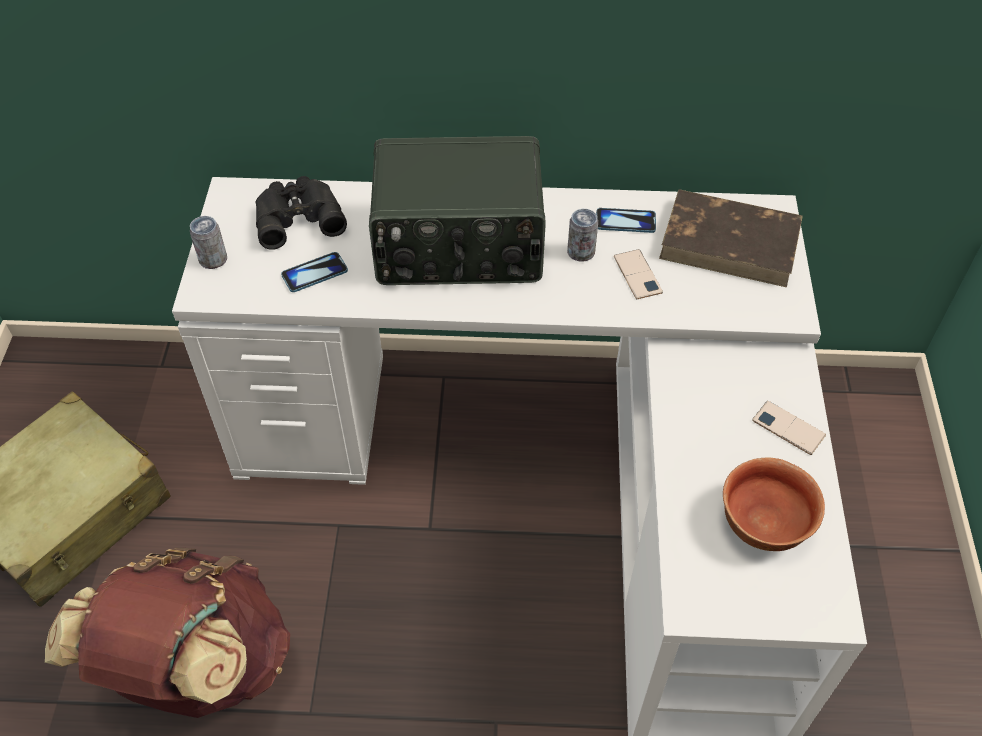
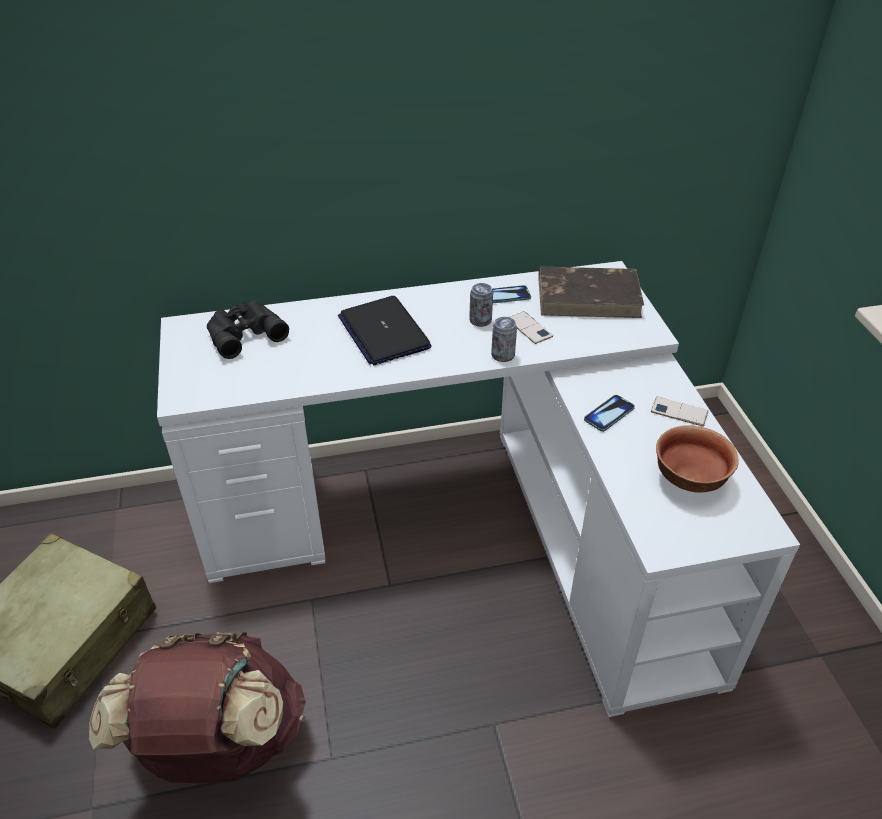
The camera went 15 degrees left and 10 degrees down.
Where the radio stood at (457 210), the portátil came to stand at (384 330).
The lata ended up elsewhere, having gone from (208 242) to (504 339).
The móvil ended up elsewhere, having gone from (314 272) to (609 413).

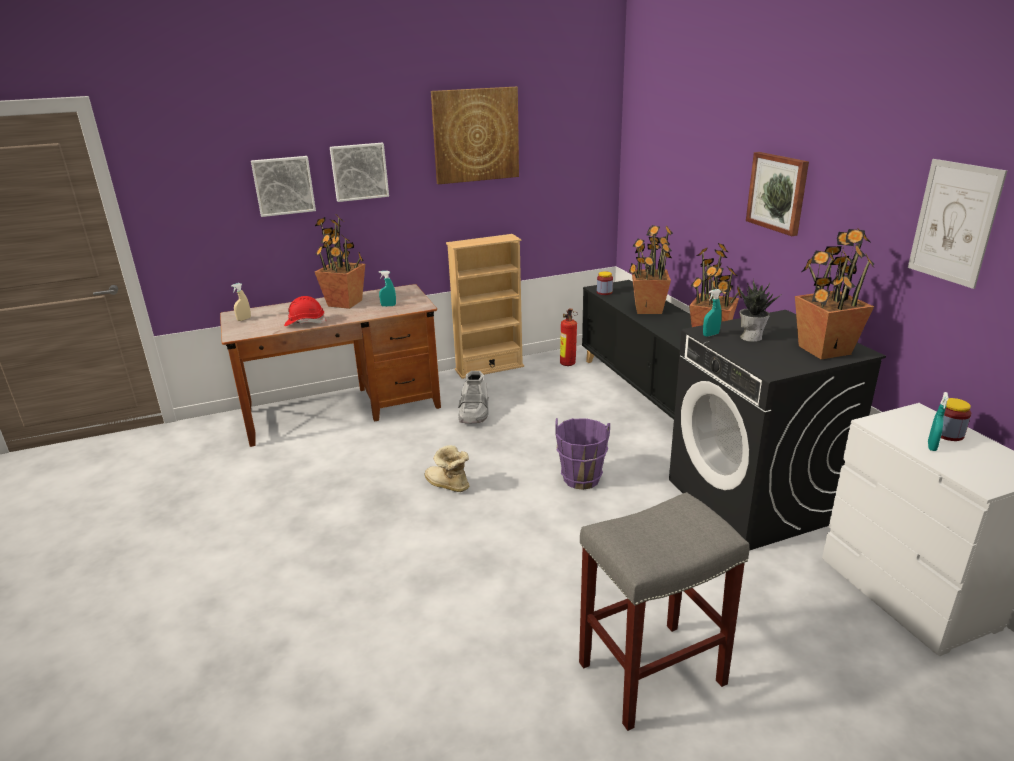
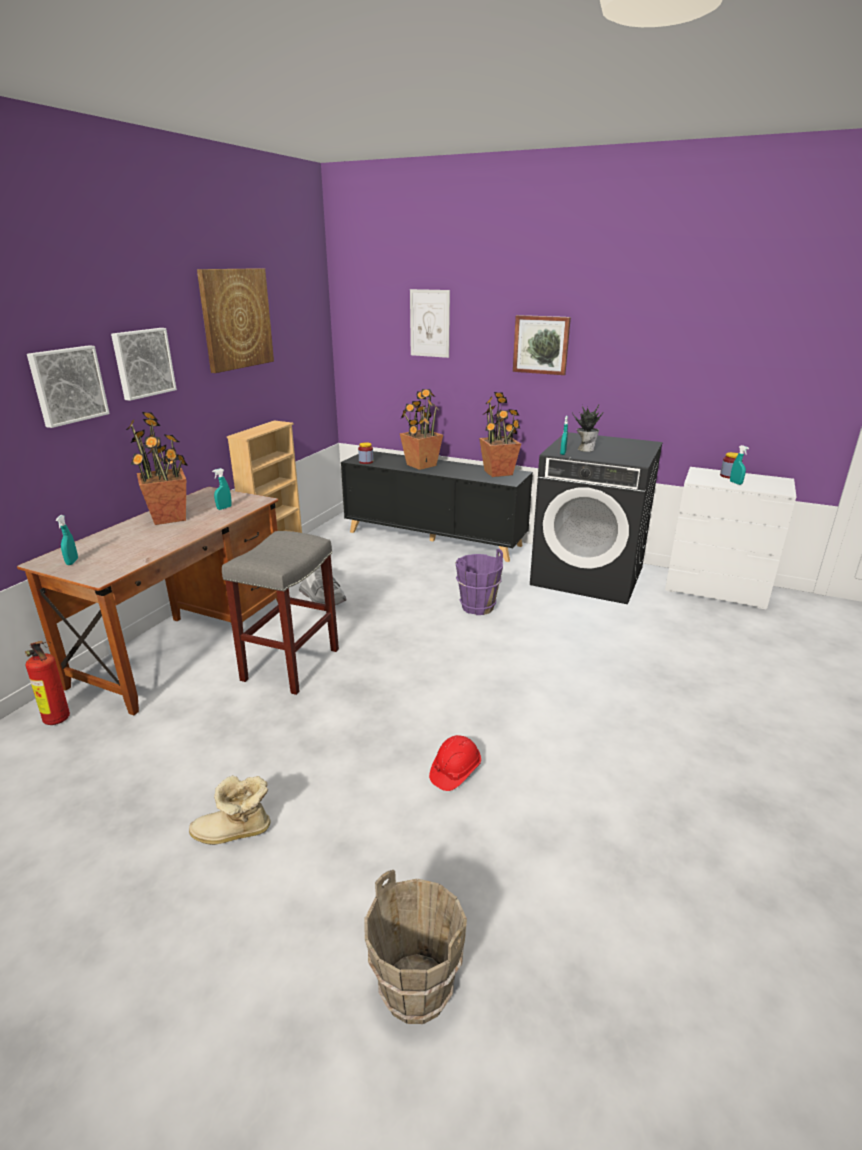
The camera went 45 degrees left and 0 degrees up.
The extintor ended up elsewhere, having gone from (569 337) to (47 683).
What was the pulverizador [beis] at (241 302) turned into the pulverizador [turquesa] at (67 540).
The bota ended up elsewhere, having gone from (447 468) to (230 810).
The taburete [gris] ended up elsewhere, having gone from (664 611) to (280 613).
The second view gained the cubo [marrón] at (415 947).
The cuadro ended up elsewhere, having gone from (957 224) to (430 323).
The casco [rojo] ended up elsewhere, having gone from (305 311) to (455 763).
The second view lost the planta en maceta at (834 294).

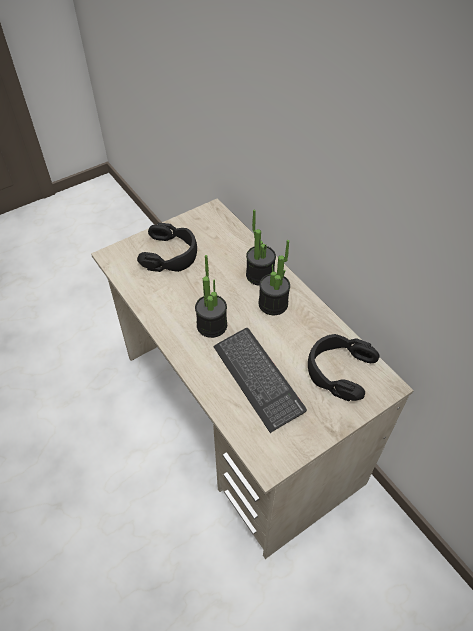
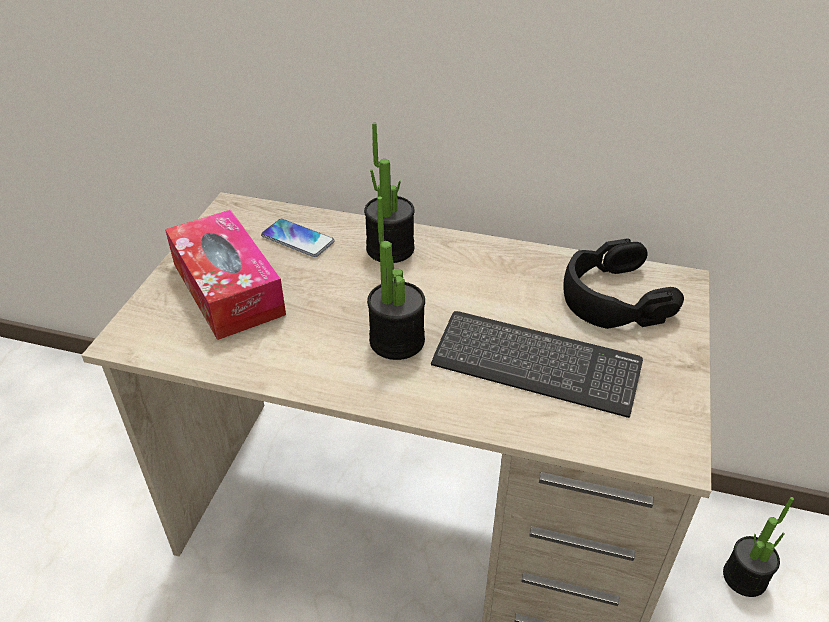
The camera went 40 degrees left and 10 degrees down.
Where the auriculares [negro] stood at (167 247), the caja de pañuelos came to stand at (225 275).
The second view gained the móvil at (298 238).
The planta en maceta ended up elsewhere, having gone from (274 277) to (758 547).

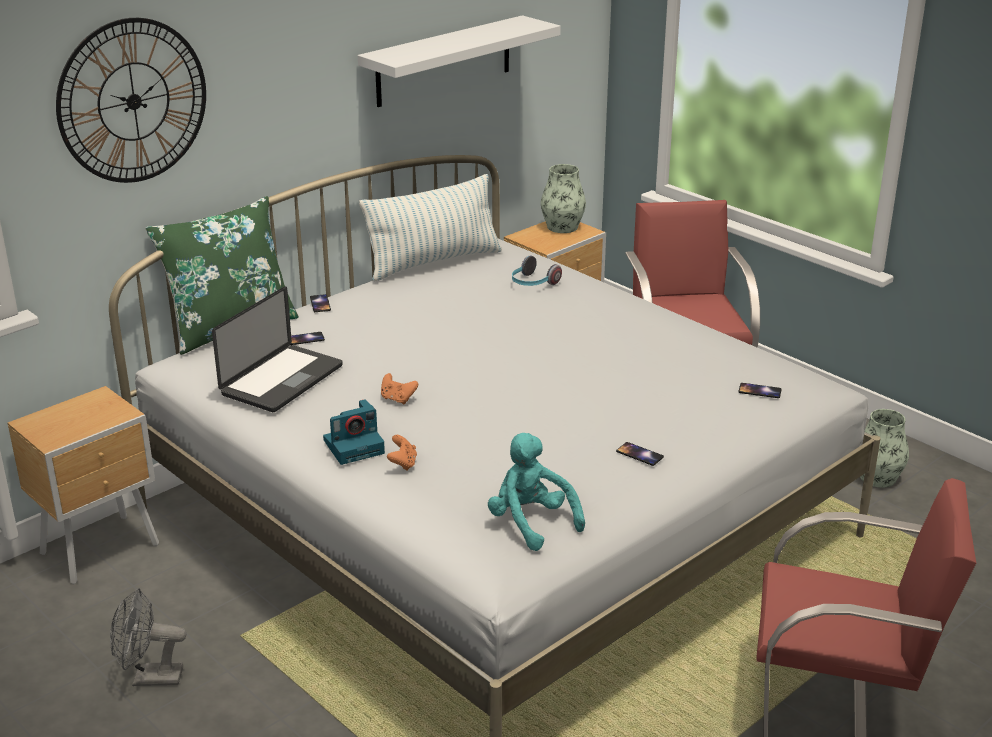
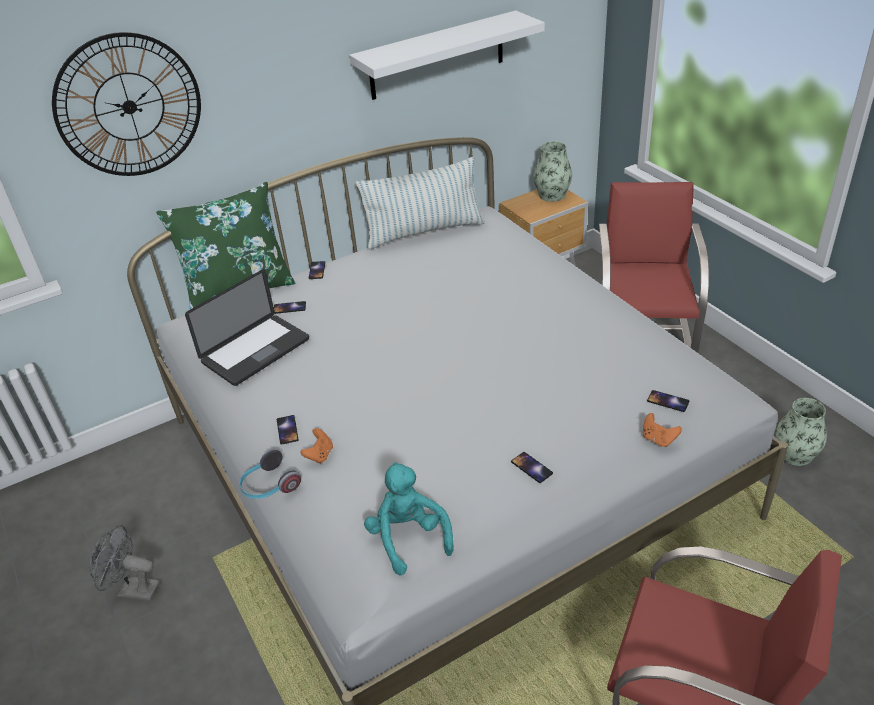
The camera went 15 degrees right and 10 degrees up.
The auriculares ended up elsewhere, having gone from (537 270) to (270 474).
Where the cámara stood at (354 432), the móvil came to stand at (287 430).
The mando de consola [naranja] ended up elsewhere, having gone from (399 388) to (662 430).
The second view lost the mesita de noche [marrón] at (83 485).

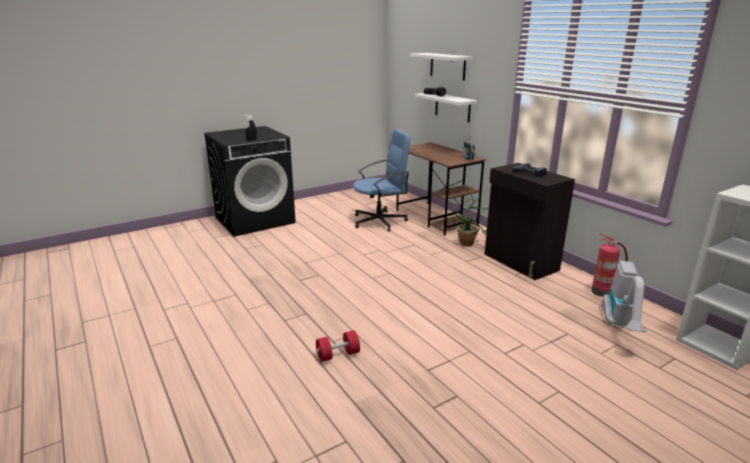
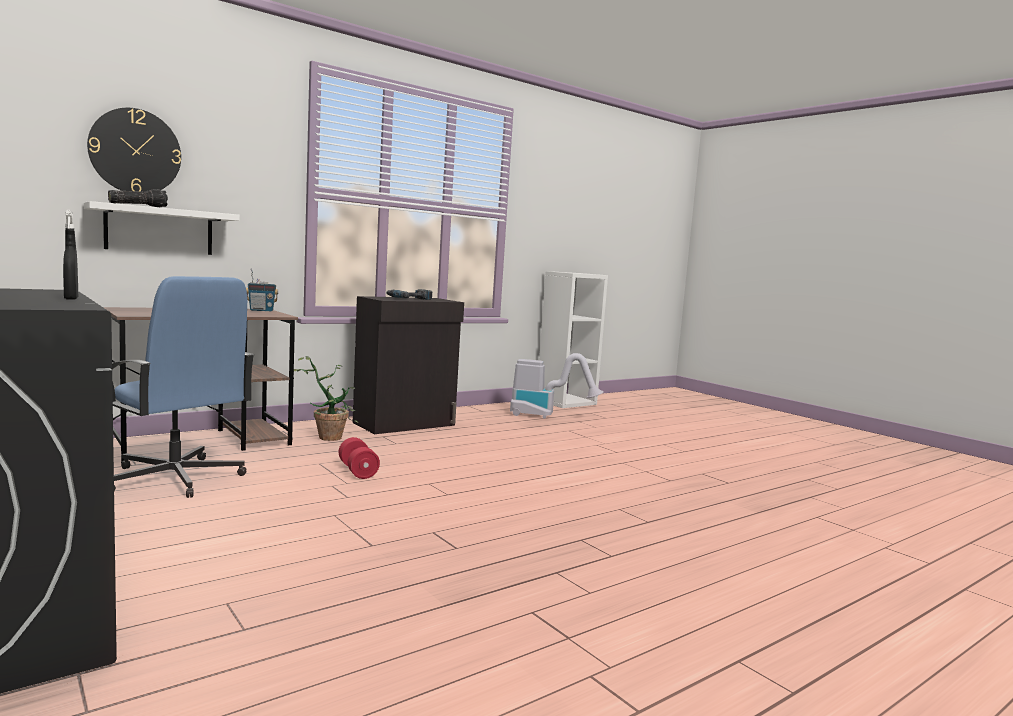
The camera went 95 degrees left and 15 degrees down.
Where the estante [blanco] hung at (440 66), the reloj de pared came to hang at (134 150).
The silla de oficina [azul] at (381 180) ended up facing another way, 150 degrees clockwise from before.
The mancuerna [rojo] ended up elsewhere, having gone from (338 346) to (359 458).
The second view lost the extintor at (609 265).

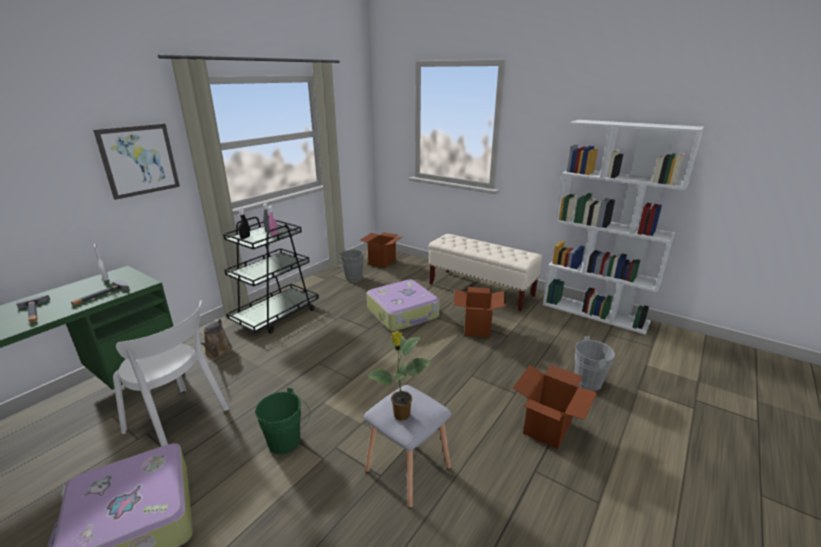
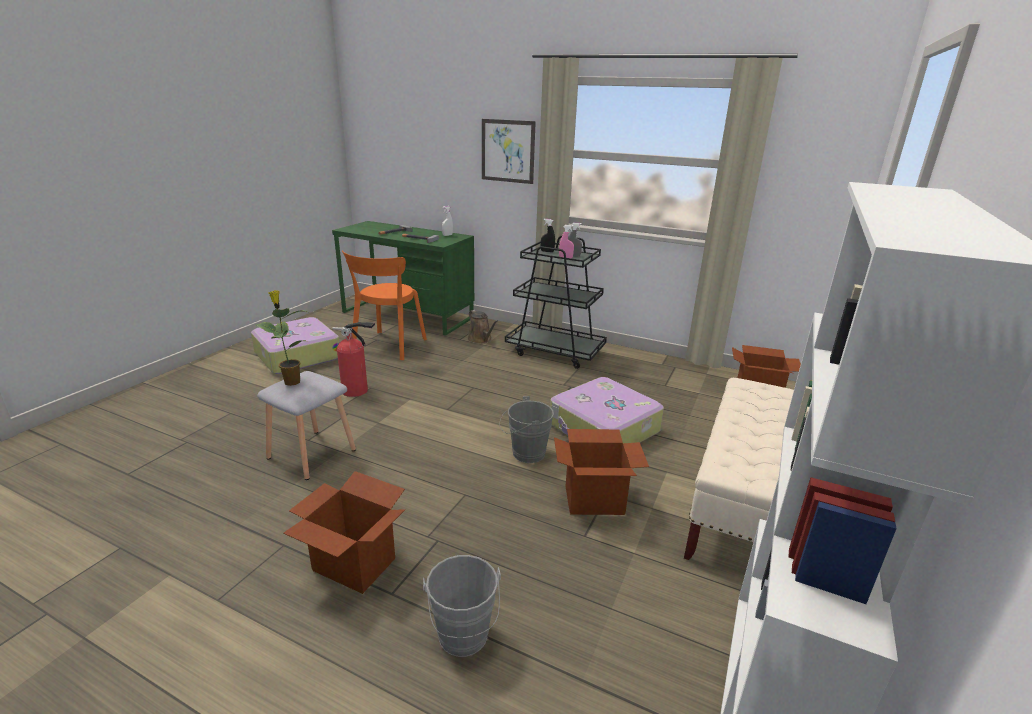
The camera went 80 degrees right and 0 degrees up.
Where the cubo [verde] stood at (282 421), the extintor came to stand at (353 359).
What was the silla [blanco] at (171 373) turned into the silla [naranja] at (384 305).
The regadera [marrón] at (216 338) ended up facing another way, 105 degrees counterclockwise from before.
The cubo [gris] ended up elsewhere, having gone from (352 265) to (526 429).

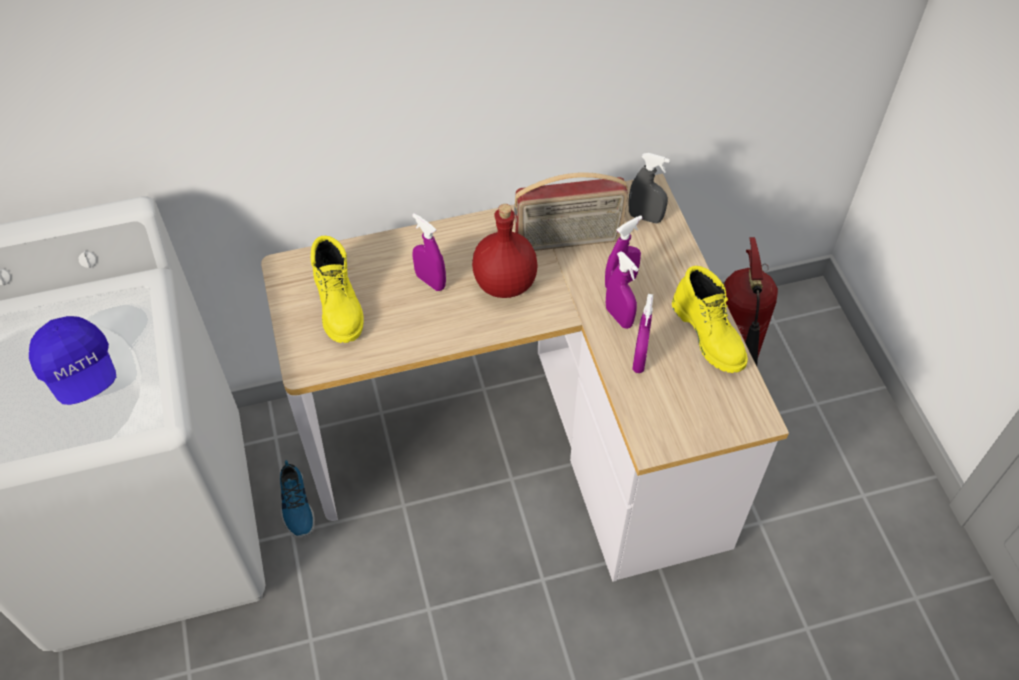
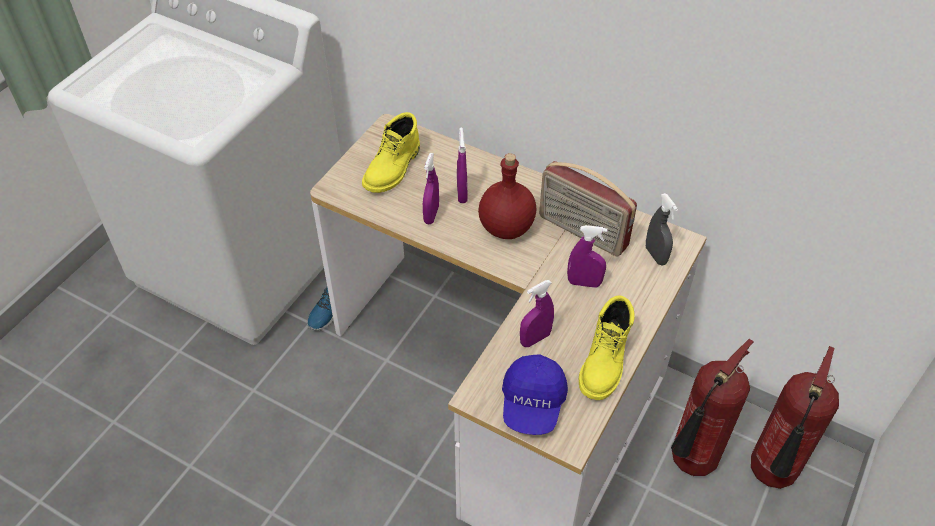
The camera went 45 degrees right and 5 degrees down.
The pulverizador [morado] ended up elsewhere, having gone from (622 290) to (431 188).
The gorra [azul] ended up elsewhere, having gone from (72 360) to (535 394).
The second view gained the extintor at (795 417).

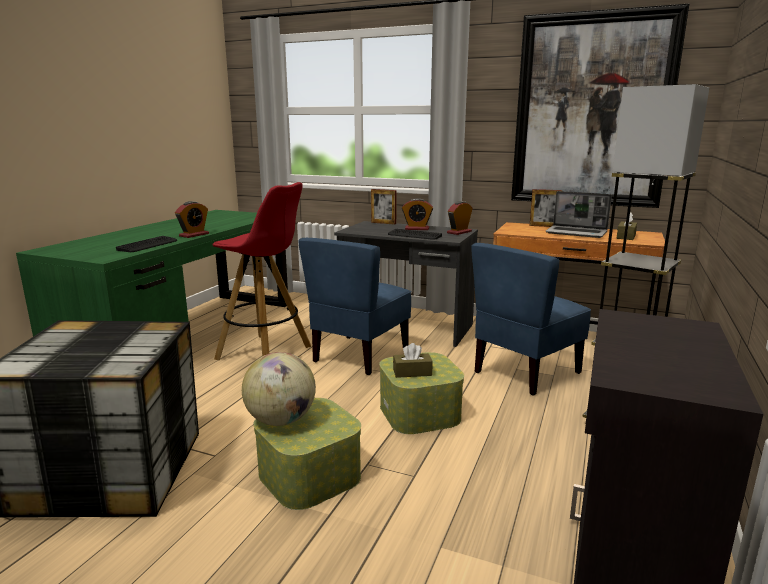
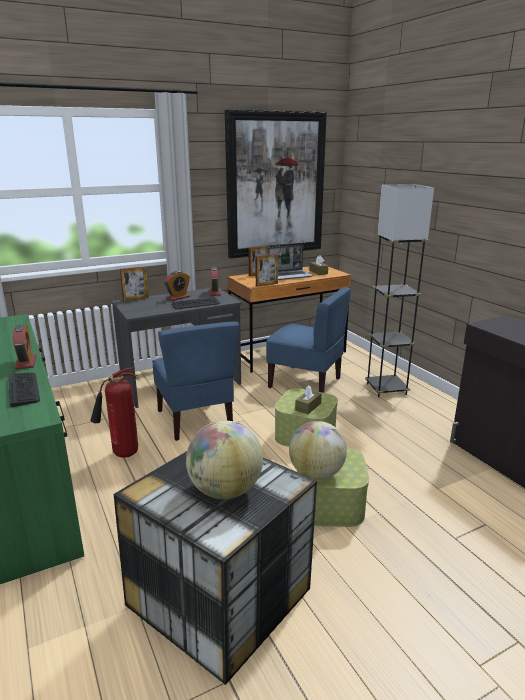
The camera went 50 degrees left and 5 degrees up.
Where the taburete [rojo] stood at (261 271), the extintor came to stand at (114 412).
The second view gained the globo terráqueo at (224 459).
The second view gained the portarretratos at (267 270).
The silla [azul] at (531 319) ended up facing another way, 60 degrees counterclockwise from before.

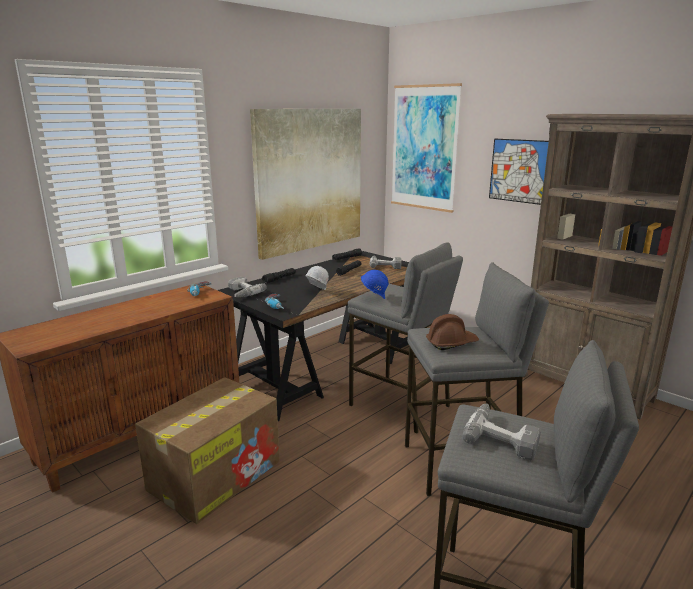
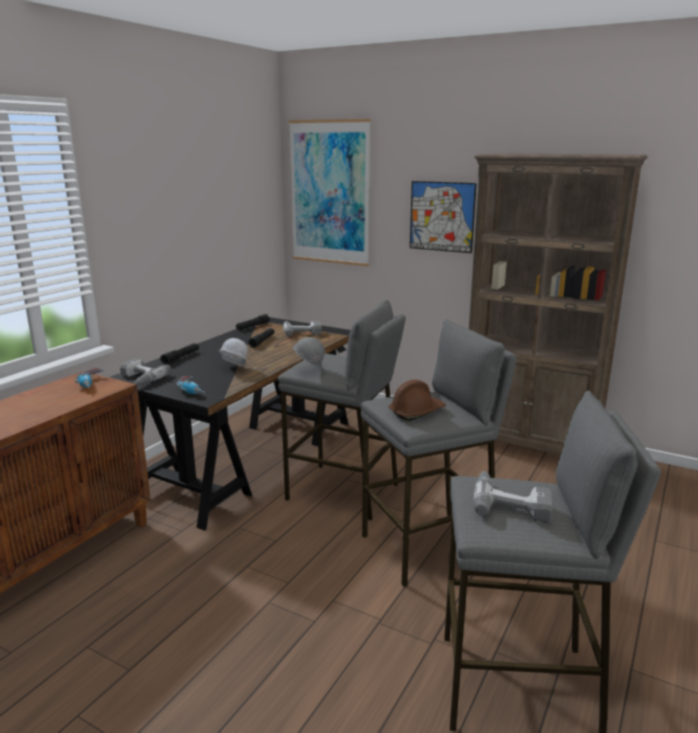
The camera went 15 degrees left and 0 degrees up.
What was the casco [azul] at (375 284) turned into the casco [gris] at (309 353).
The second view lost the caja de cartón at (207 450).
The second view lost the cuadro at (305 184).

